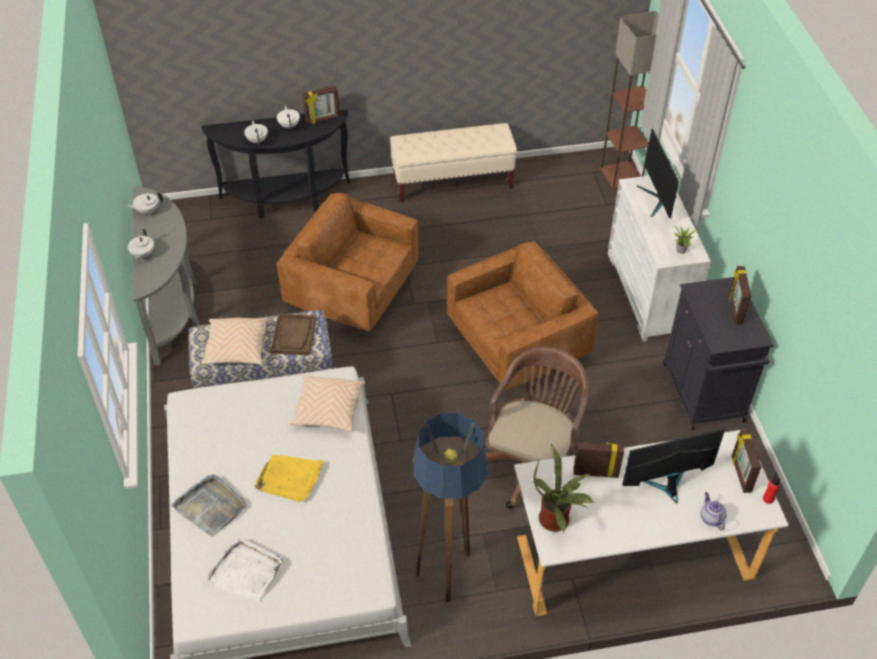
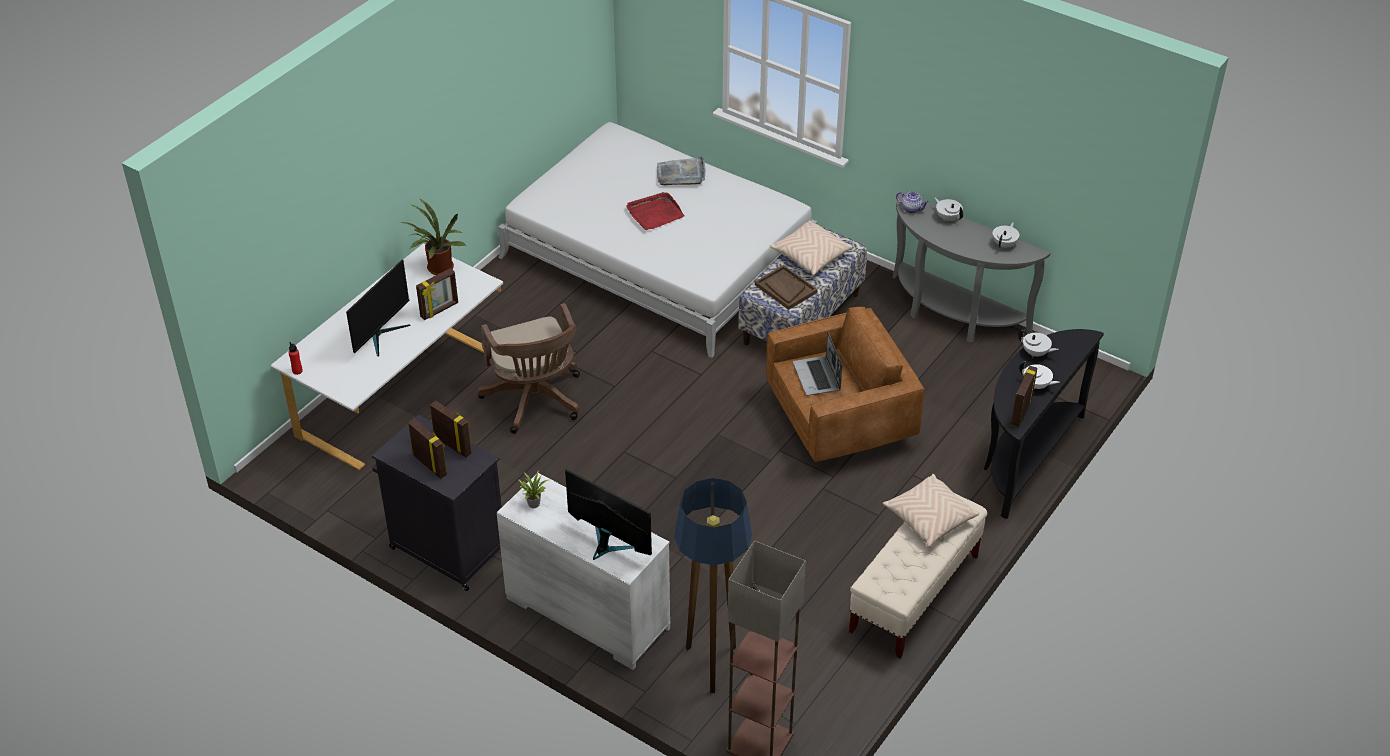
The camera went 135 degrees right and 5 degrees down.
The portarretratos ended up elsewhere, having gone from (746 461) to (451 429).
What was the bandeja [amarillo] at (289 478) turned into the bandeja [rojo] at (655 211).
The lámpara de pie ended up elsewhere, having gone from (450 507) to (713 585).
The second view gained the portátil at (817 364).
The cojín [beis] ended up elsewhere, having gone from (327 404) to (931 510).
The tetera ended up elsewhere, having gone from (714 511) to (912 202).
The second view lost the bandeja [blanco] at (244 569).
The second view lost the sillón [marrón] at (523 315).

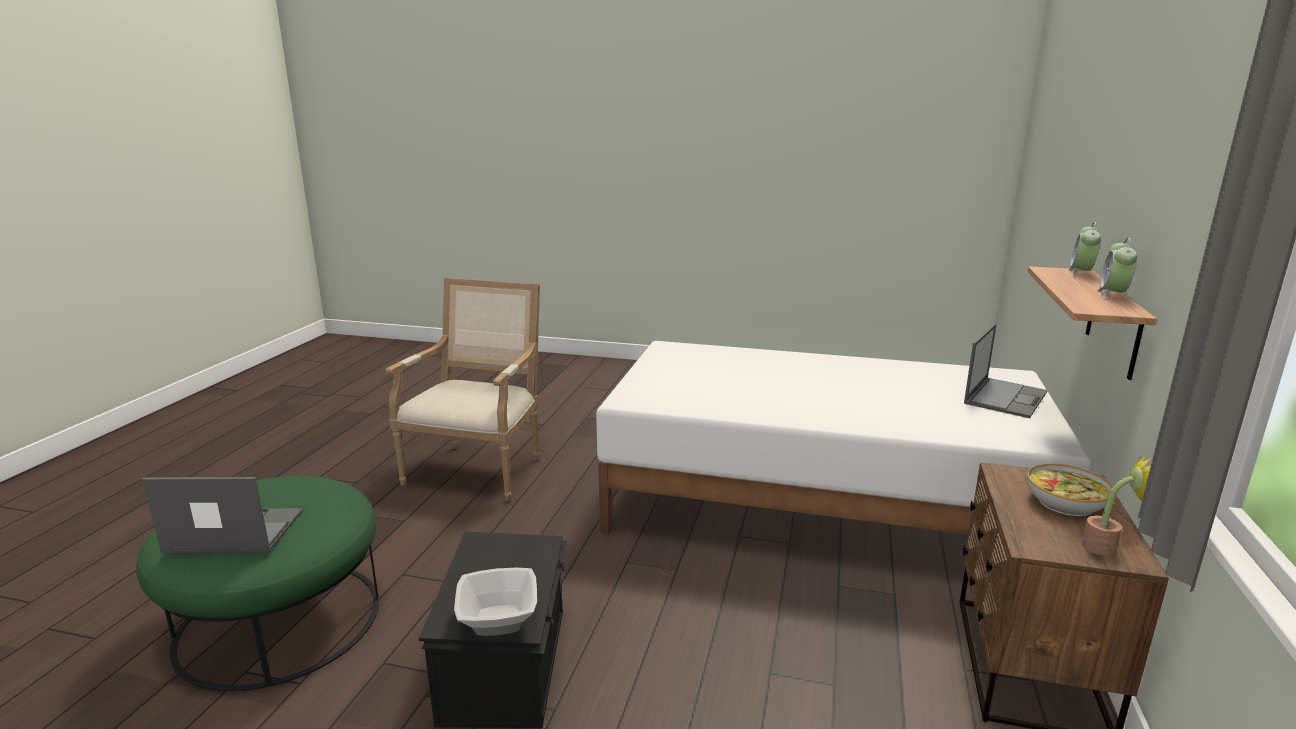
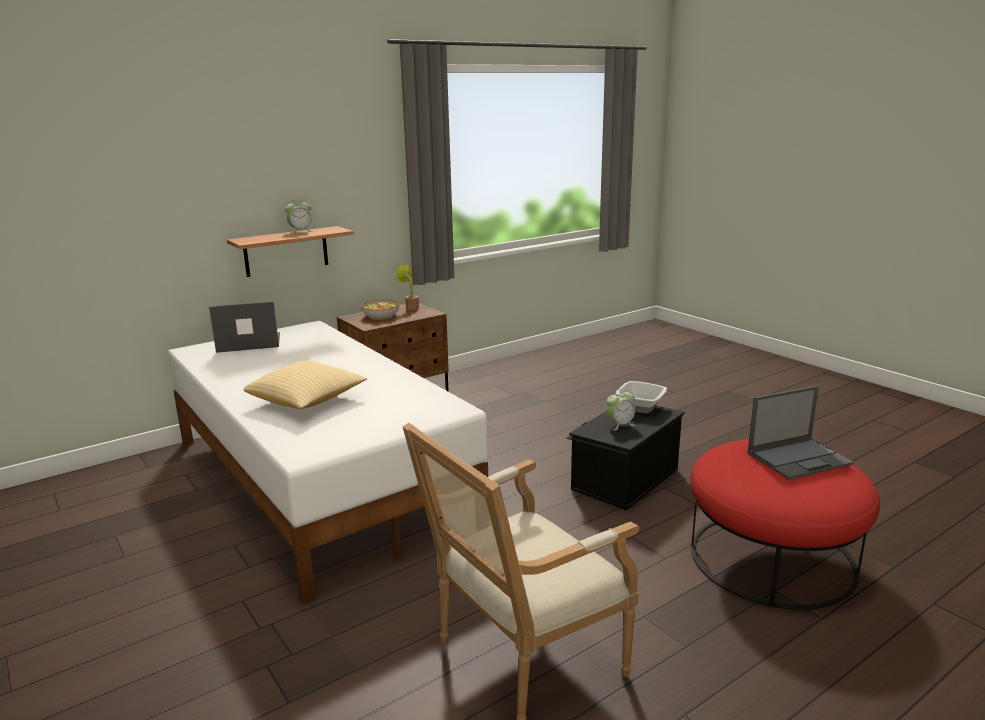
The camera went 140 degrees left and 0 degrees up.
The second view gained the cojín at (305 385).
The despertador ended up elsewhere, having gone from (1084 249) to (620 409).
What was the puf [verde] at (257 583) turned into the puf [rojo] at (785 524).
The portátil at (222 515) ended up facing another way, 60 degrees counterclockwise from before.

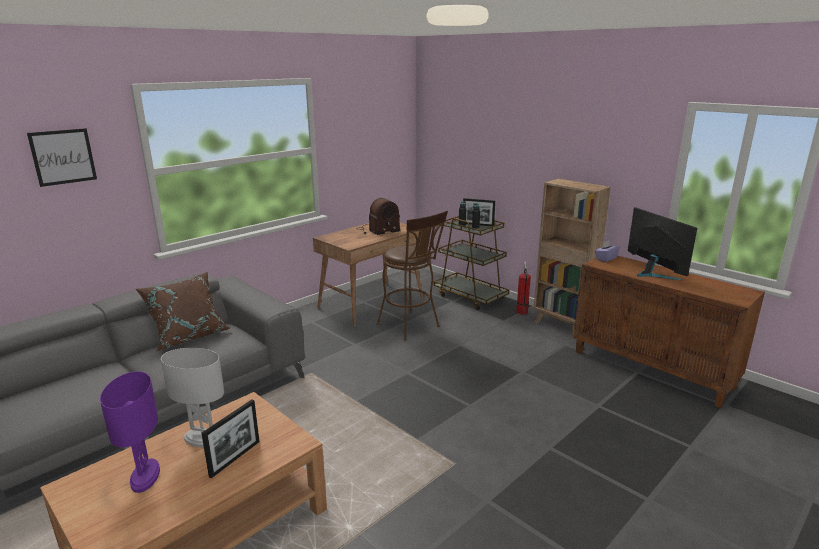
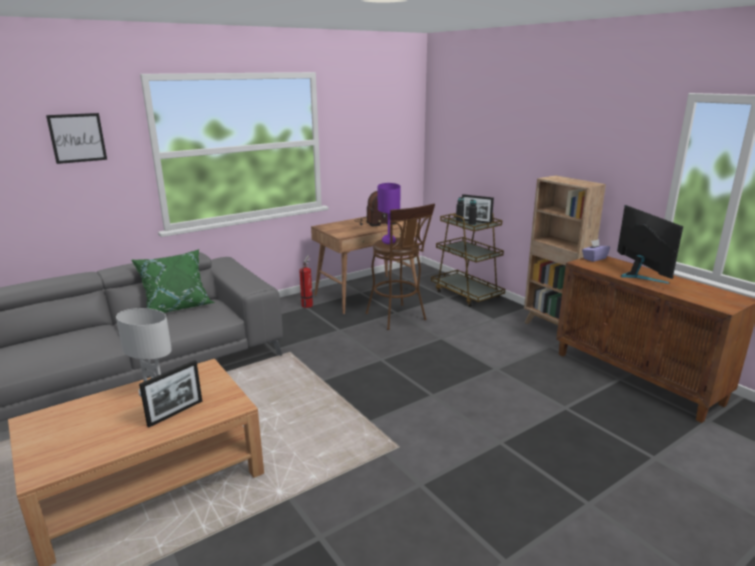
The camera went 10 degrees right and 0 degrees up.
What was the cojín [marrón] at (183 311) turned into the cojín [verde] at (173 281).
The extintor ended up elsewhere, having gone from (523 288) to (306 281).
The lámpara de mesa [morado] ended up elsewhere, having gone from (130 432) to (389 213).

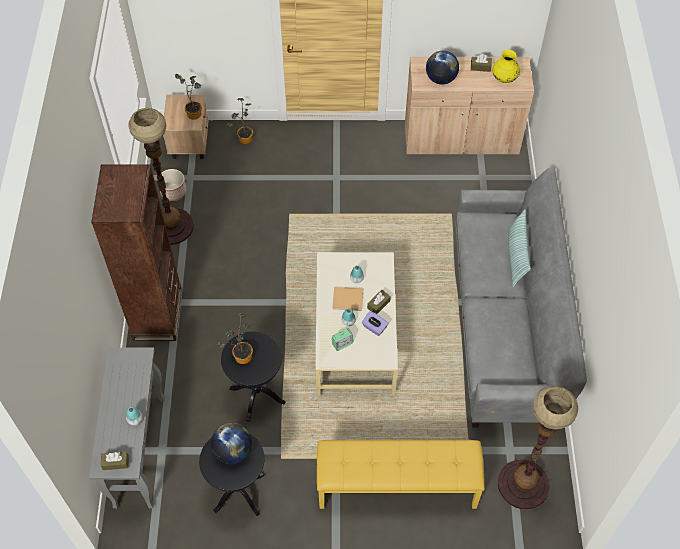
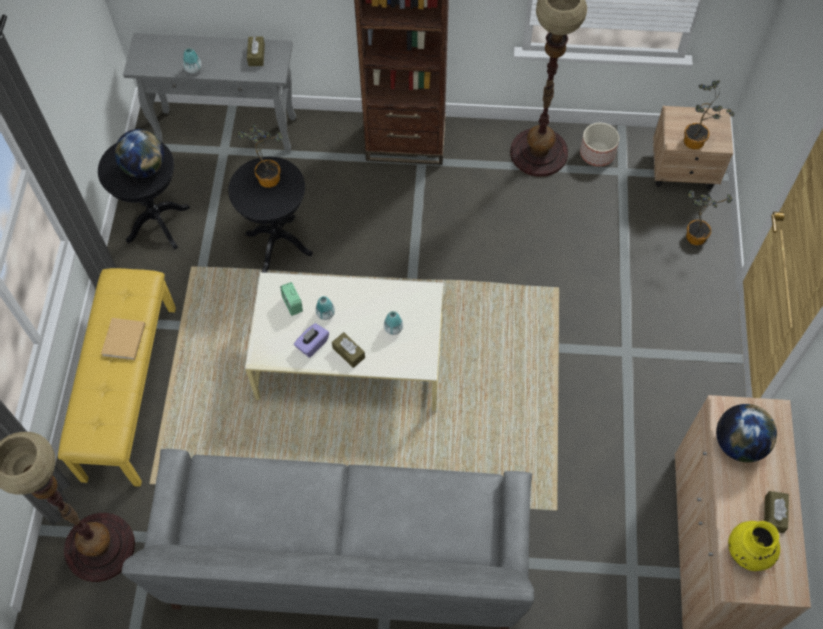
The camera went 95 degrees right and 5 degrees up.
The libro [beis] ended up elsewhere, having gone from (347 299) to (123 339).
The caja de pañuelos [marrón] ended up elsewhere, having gone from (115 460) to (256 51).
The second view lost the cojín at (519 248).

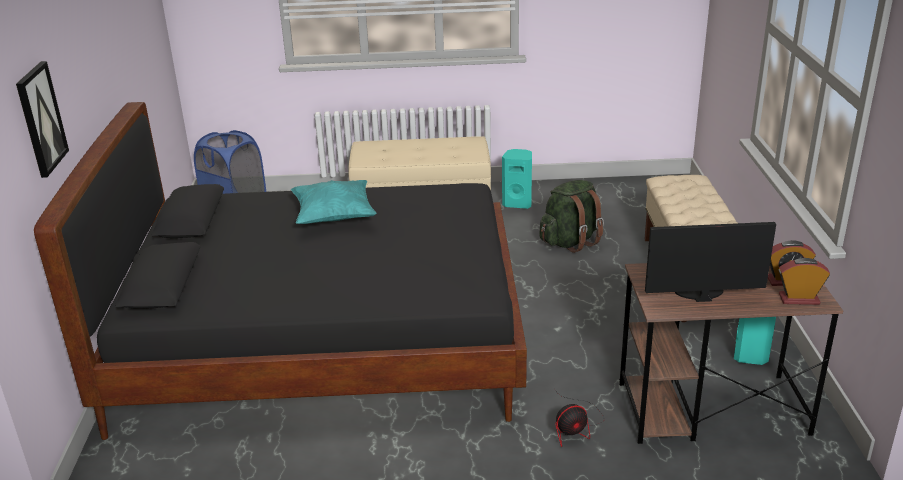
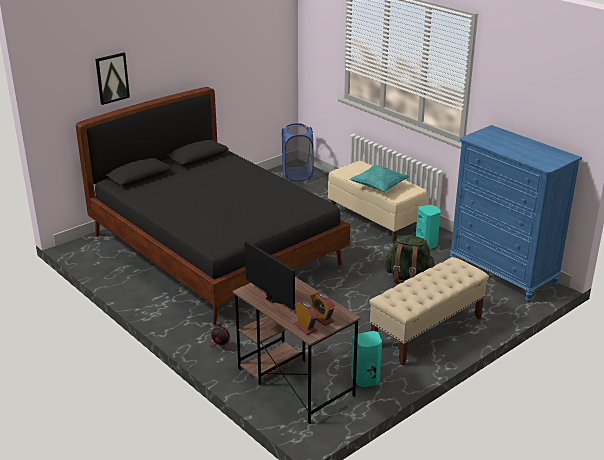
The camera went 50 degrees right and 0 degrees up.
The cojín [turquesa] ended up elsewhere, having gone from (334 202) to (379 178).
The second view gained the cómoda [azul] at (516 213).

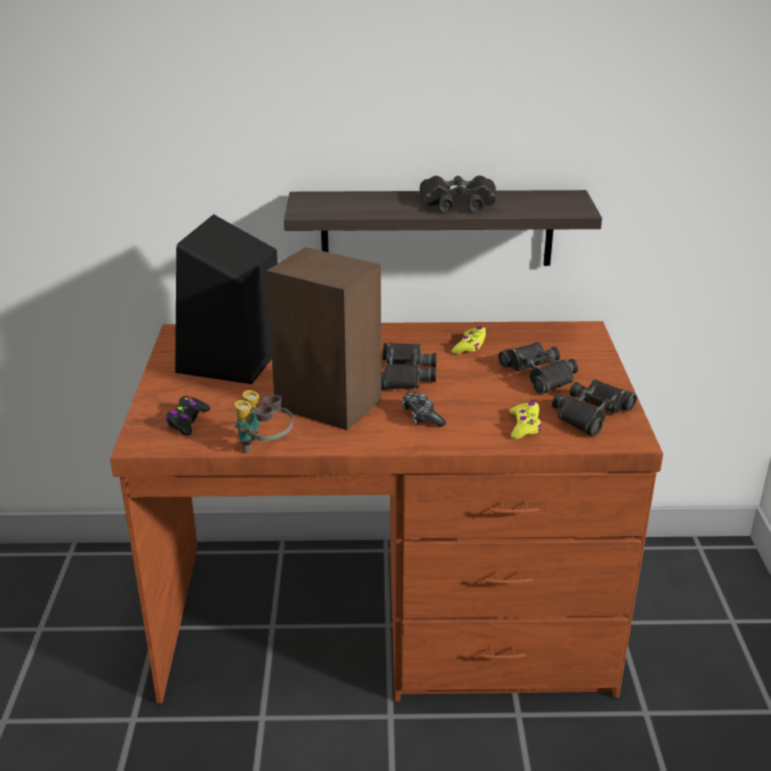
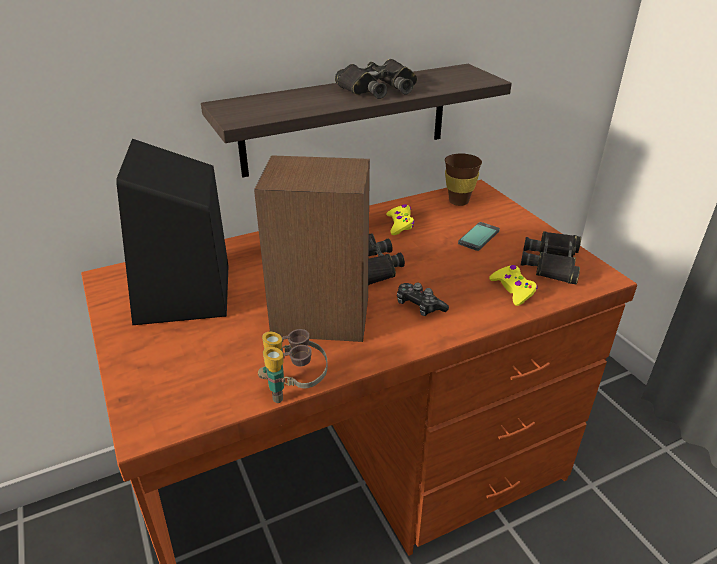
The camera went 25 degrees left and 5 degrees up.
The second view gained the taza [marrón] at (463 180).
Where the prismáticos [negro] stood at (538 368), the móvil came to stand at (479 236).
The second view lost the mando de consola [negro] at (187 415).

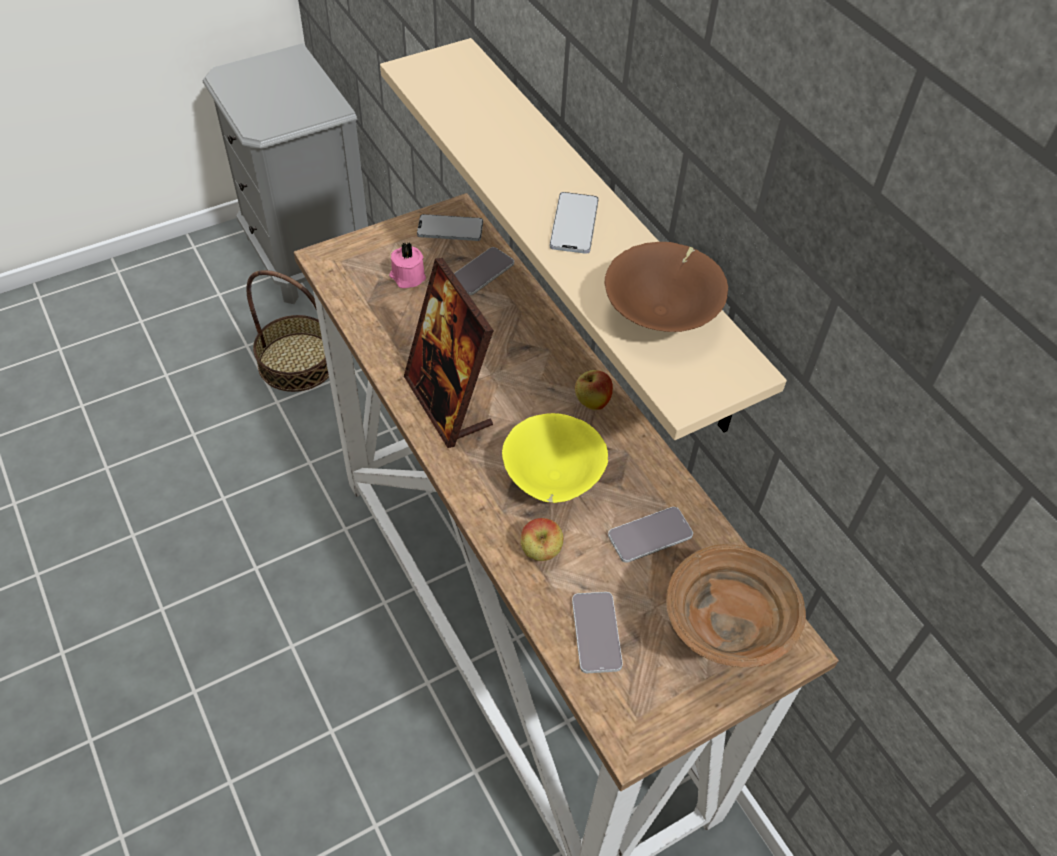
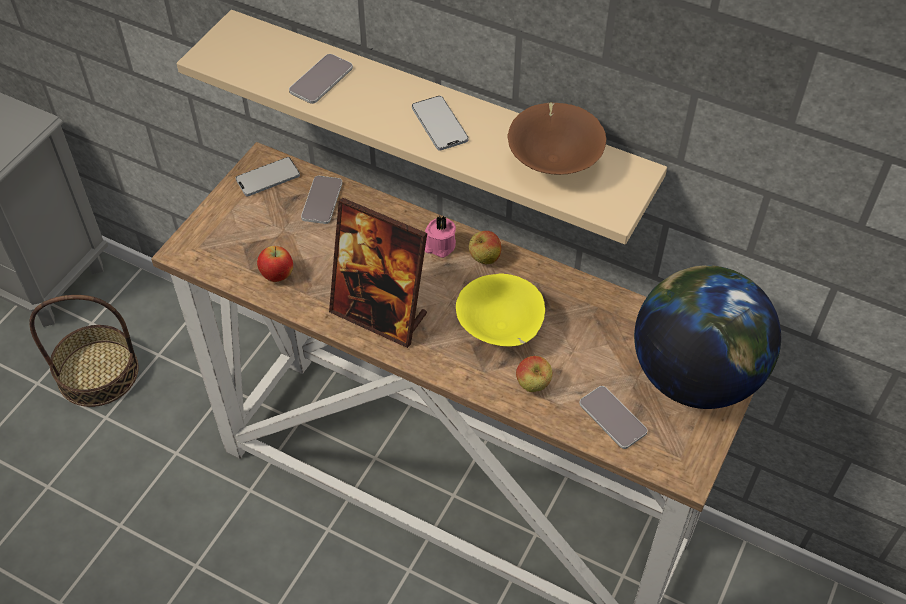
The camera went 30 degrees left and 0 degrees up.
The second view gained the manzana at (275 264).
The móvil ended up elsewhere, having gone from (650 535) to (321 79).
The vela [rosa] ended up elsewhere, having gone from (407 265) to (440 237).
Where the cuenco [marrón] stood at (736 605), the globo terráqueo came to stand at (707 337).

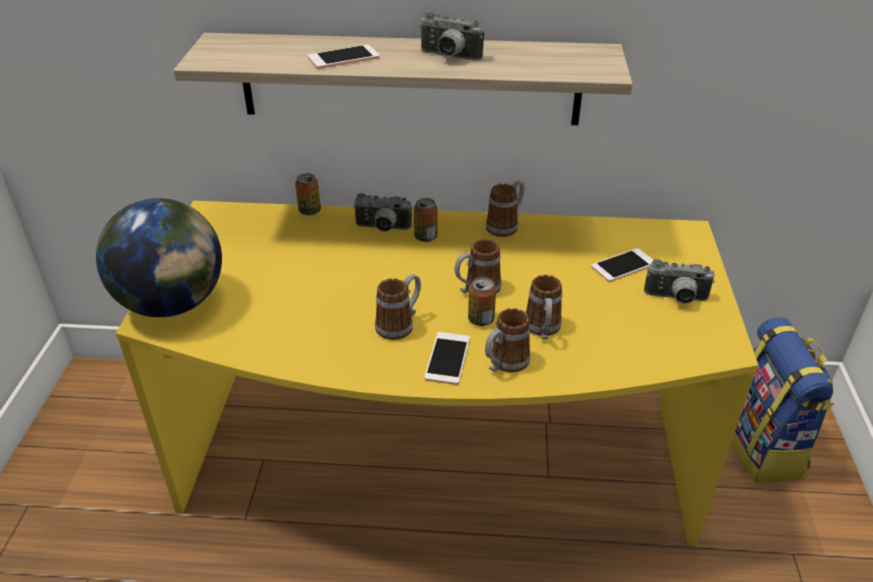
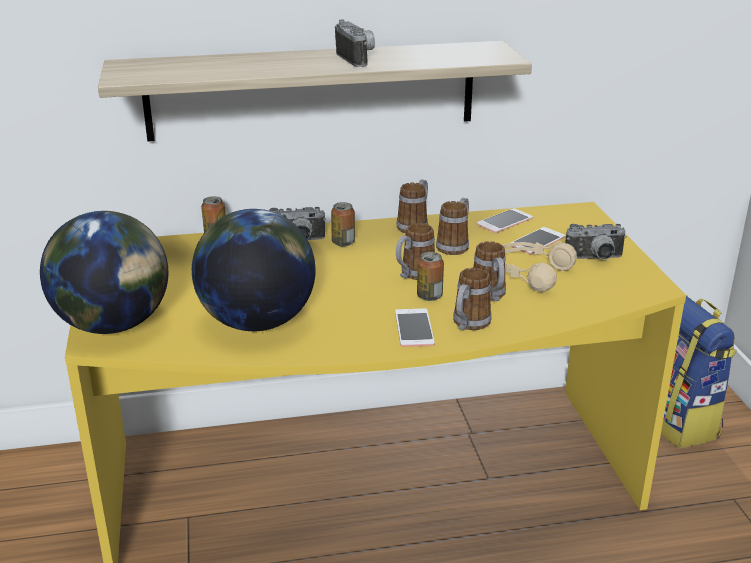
The camera went 15 degrees left and 10 degrees down.
The second view gained the globo terráqueo at (254 270).
The cámara at (451 36) ended up facing another way, 120 degrees counterclockwise from before.
The taza grande ended up elsewhere, having gone from (398 307) to (452 226).
The móvil ended up elsewhere, having gone from (344 57) to (505 220).
The second view gained the auriculares [beis] at (540 266).

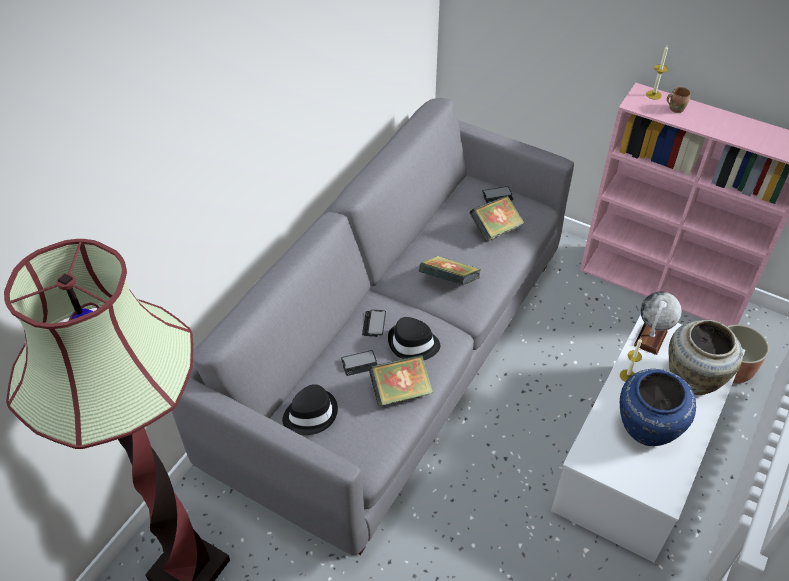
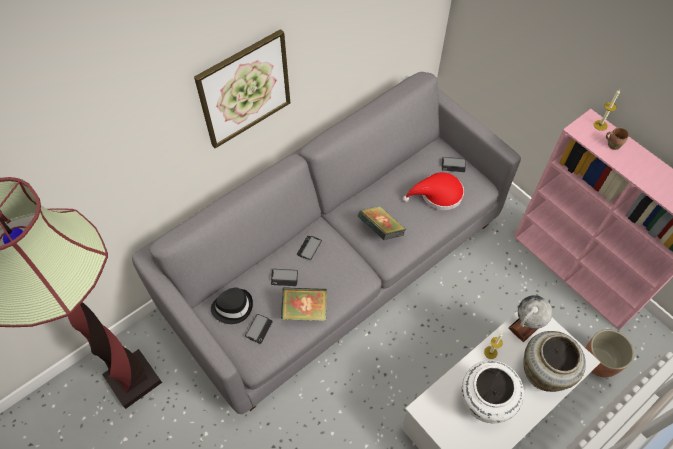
The camera went 20 degrees right and 10 degrees up.
The second view gained the cuadro at (242 88).
The second view gained the móvil at (259 329).
Where the libro stood at (496 218), the sombrero [rojo] came to stand at (433 191).
What was the florero [azul] at (658 407) turned into the florero [blanco] at (492 391).
The second view lost the sombrero [negro] at (414 338).

